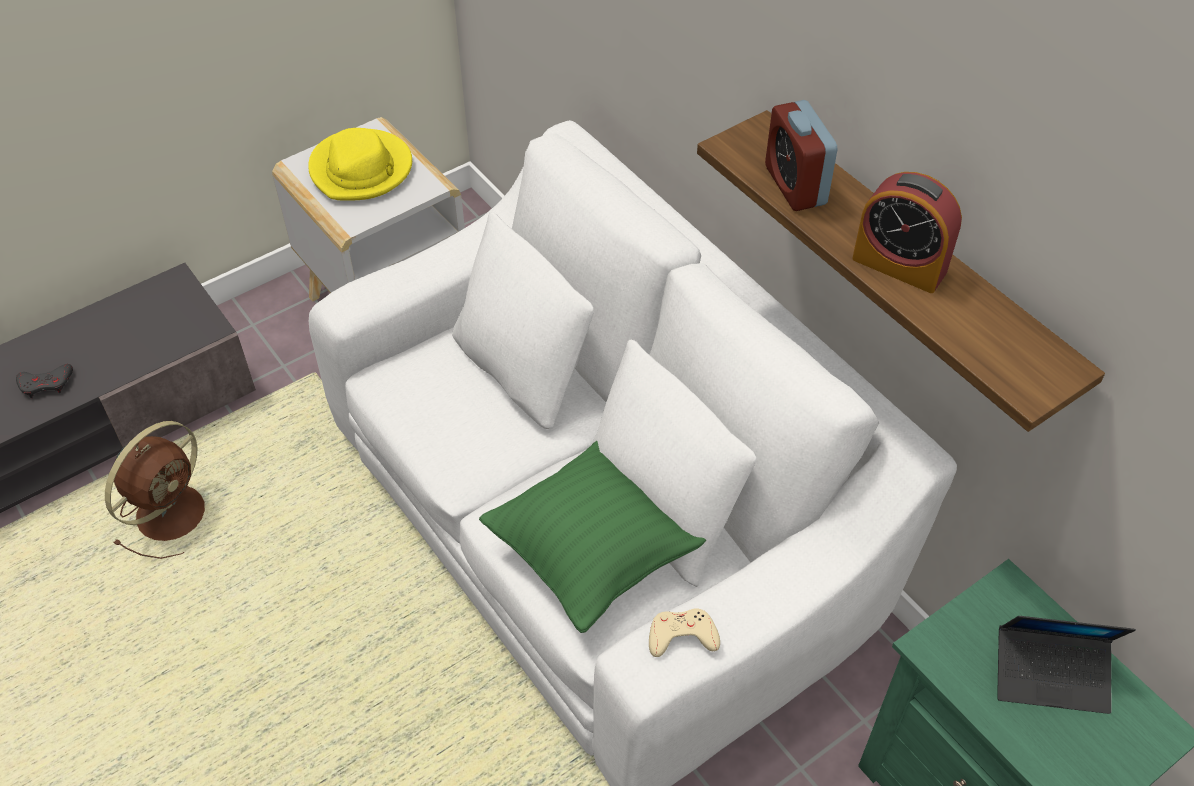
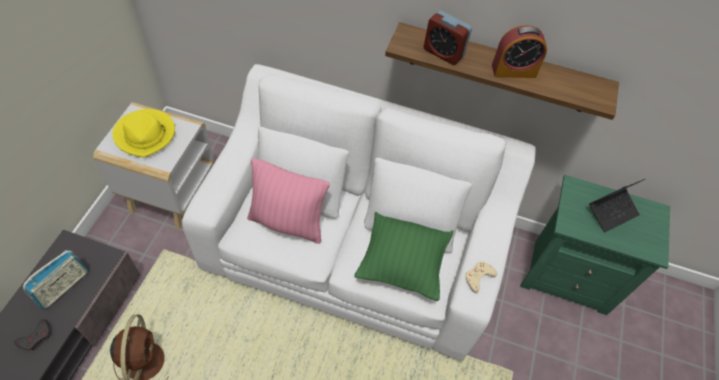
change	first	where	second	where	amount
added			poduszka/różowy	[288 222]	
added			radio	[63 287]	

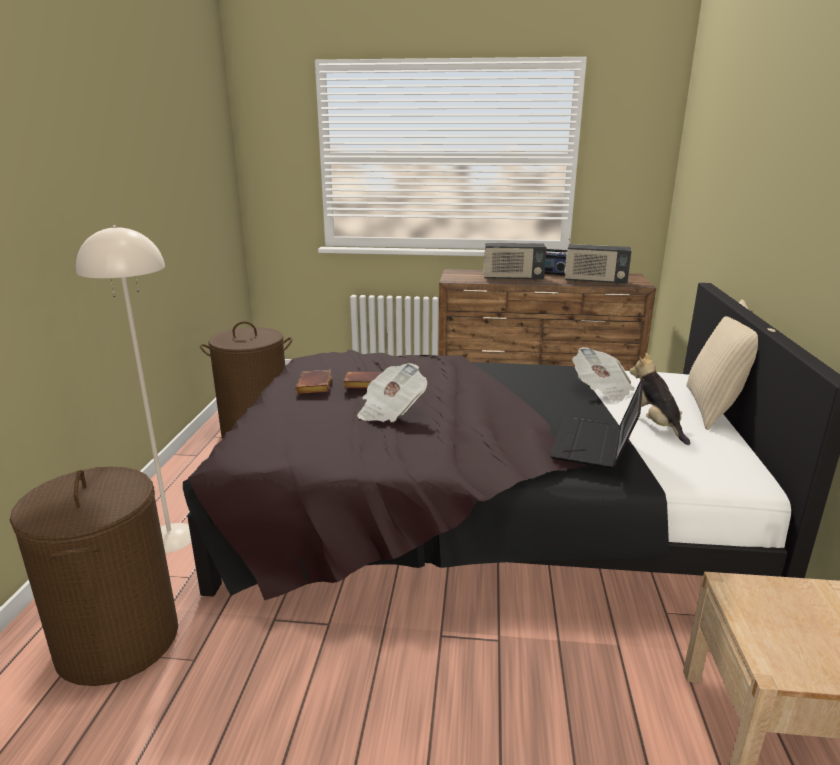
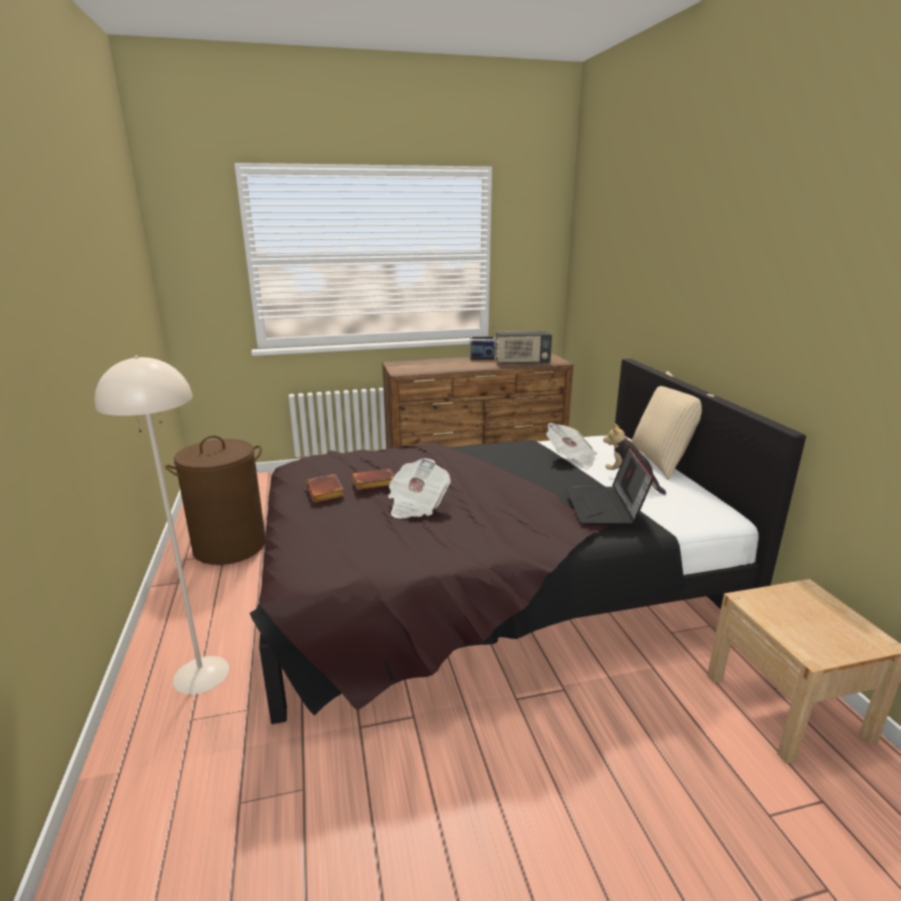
change	first	where	second	where	amount
removed	radio	[513 278]			
removed	kosz na pranie/brązowy	[117 641]			

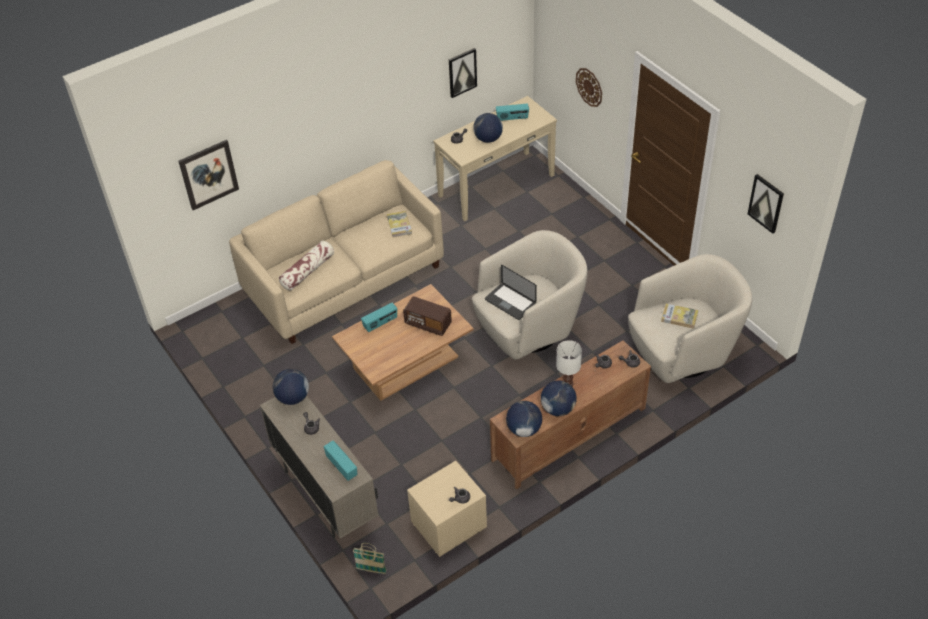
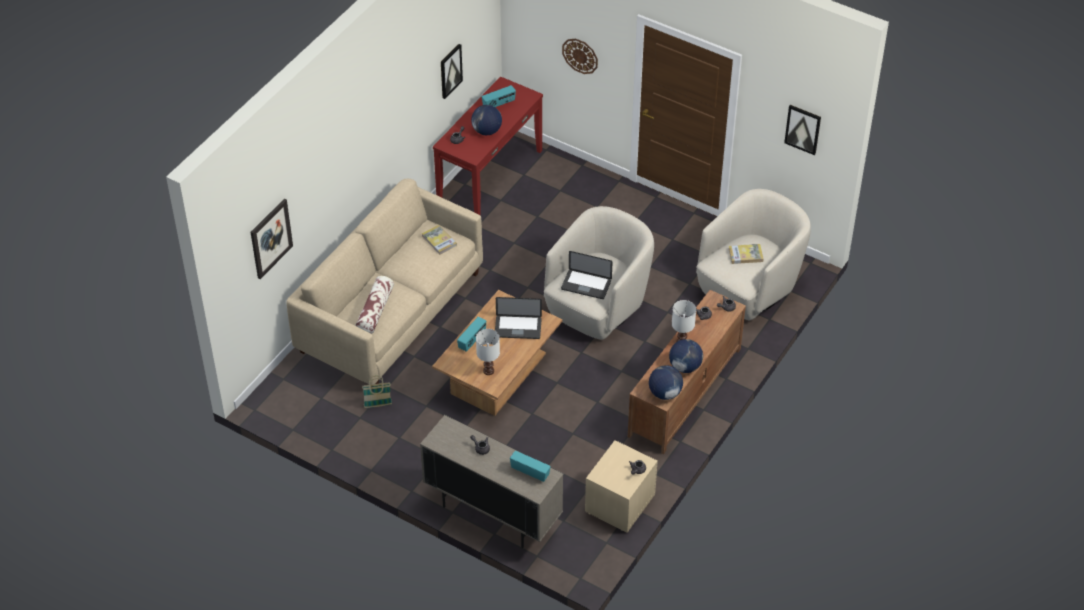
change	first	where	second	where	amount
recoloured	stolik konsolowy/beżowy	[496 185]	stolik konsolowy/czerwony	[489 176]	
replaced	radio	[428 324]	laptop	[518 328]	
removed	globus	[293 398]			
moved	koszyk	[371 570]		[378 405]	
added			lampa stołowa/biały	[488 371]	

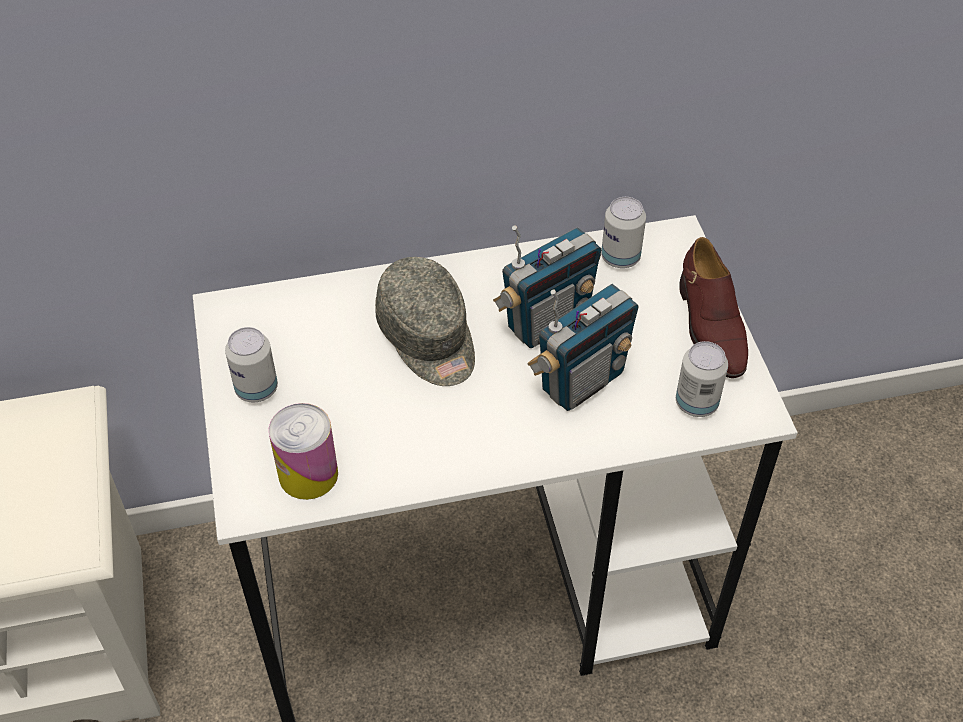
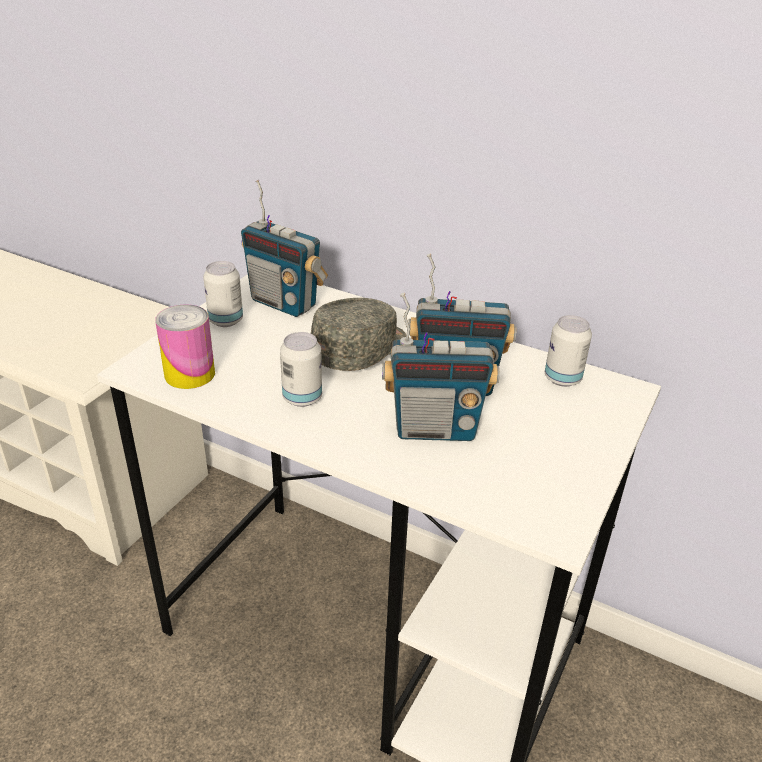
change	first	where	second	where	amount
removed	but/brązowy	[710 326]			
turned	czapka z daszkiem/szary	[428 339]		[361 351]	150 degrees counterclockwise
moved	puszka	[696 403]		[302 398]	
added			radio	[284 303]	

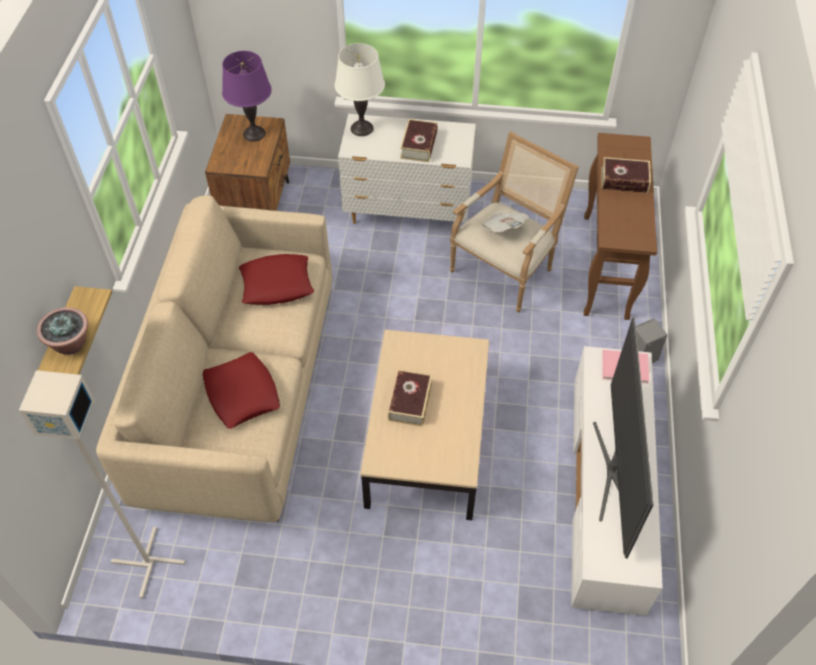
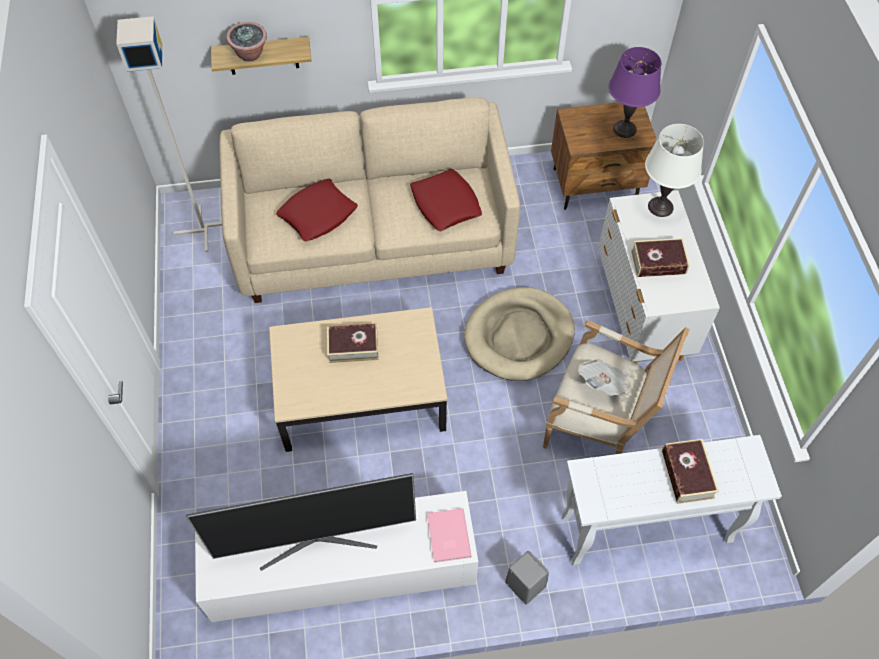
change	first	where	second	where	amount
recoloured	stolik konsolowy/brązowy	[606 267]	stolik konsolowy/biały	[645 529]	
added			legowisko/beżowy	[519 336]	

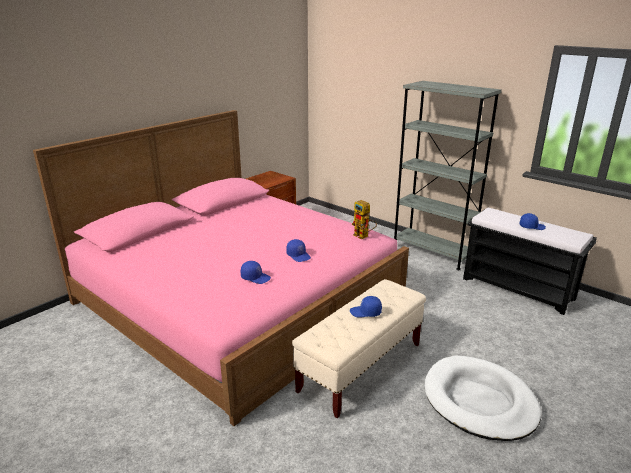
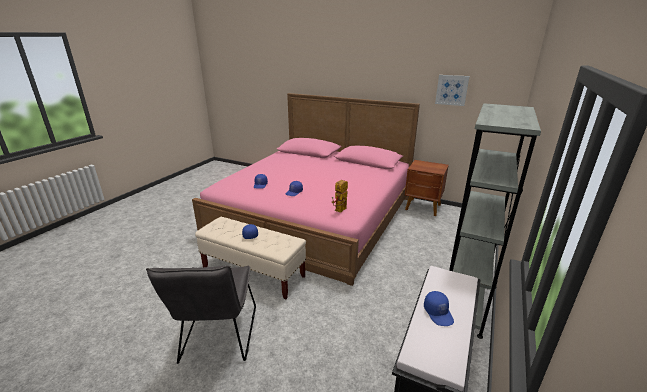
change	first	where	second	where	amount
replaced	legowisko/biały	[479 401]	krzesło/szary	[218 338]	
added			obraz	[451 90]	

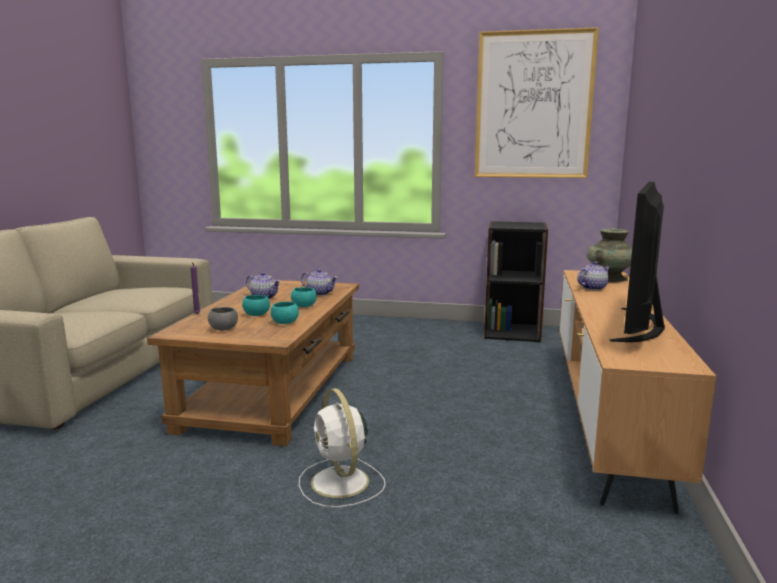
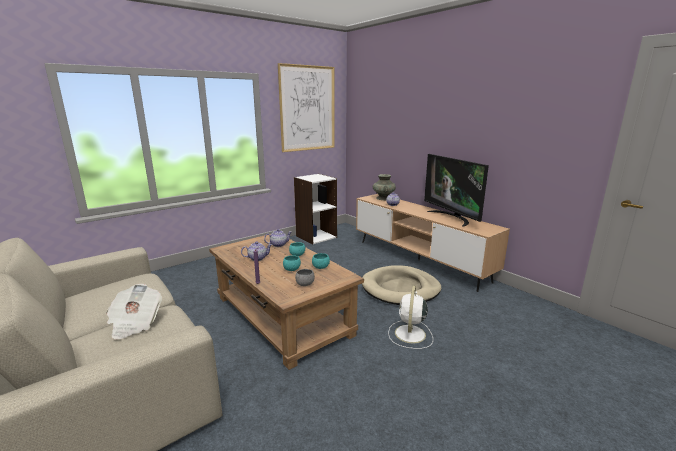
change	first	where	second	where	amount
recoloured	regał/czarny	[512 332]	regał/biały	[316 236]	
turned	wentylator/biały	[341 483]		[410 335]	90 degrees clockwise
added			legowisko/beżowy	[400 288]	
added			gazeta	[135 323]	

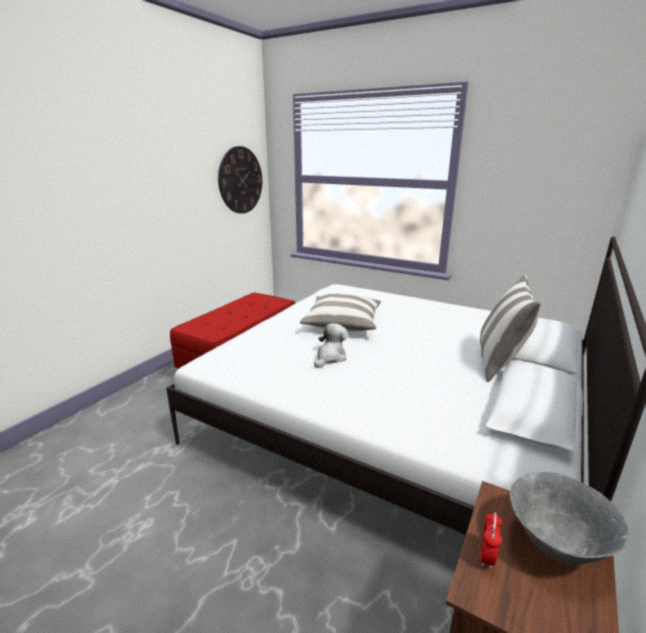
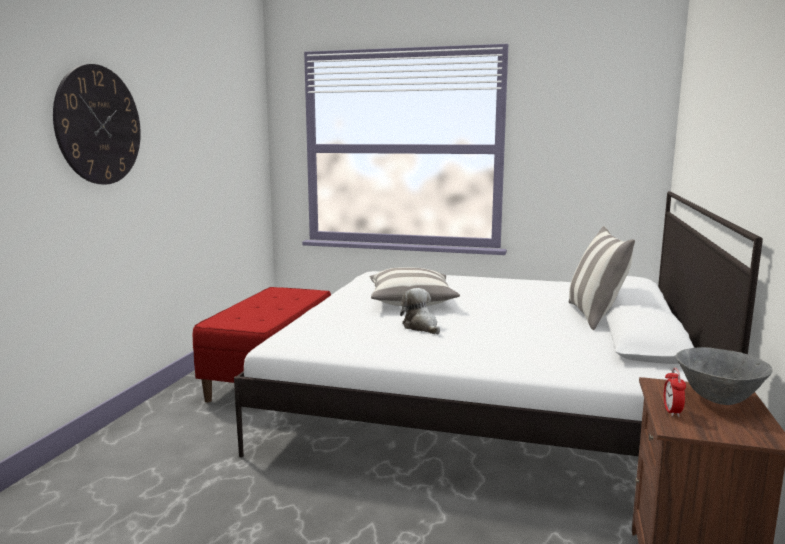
change	first	where	second	where	amount
moved	zegar ścienny	[240 180]		[99 125]	
turned	pluszak	[330 357]		[421 327]	45 degrees counterclockwise

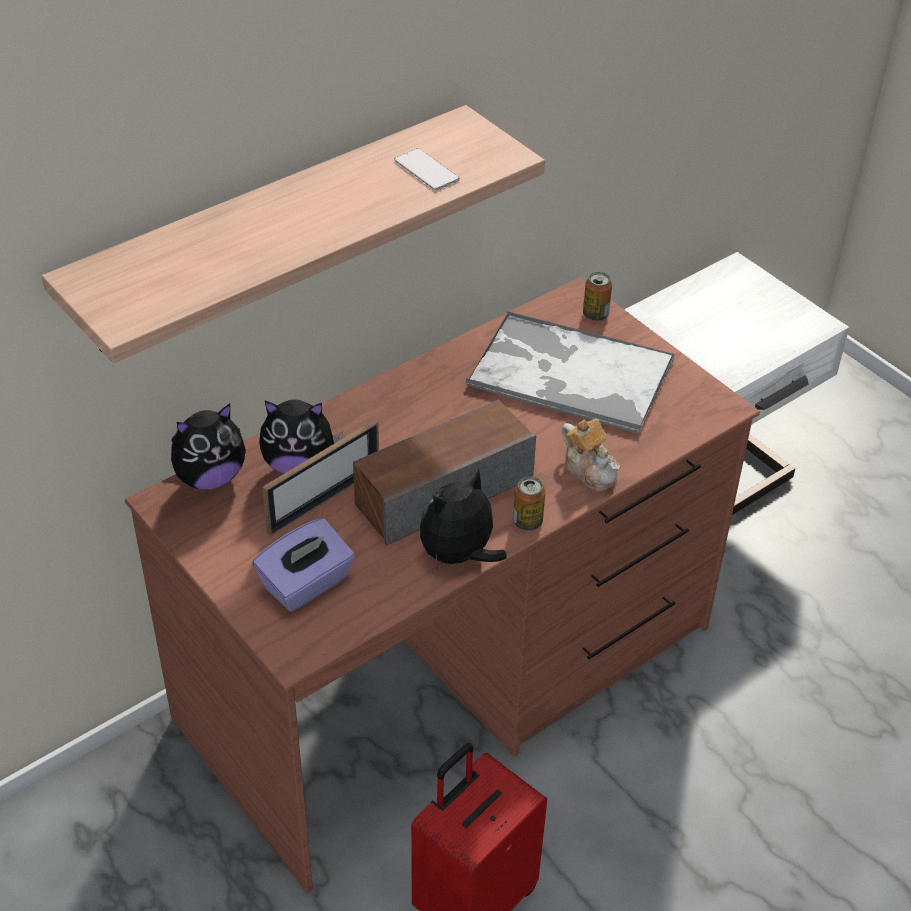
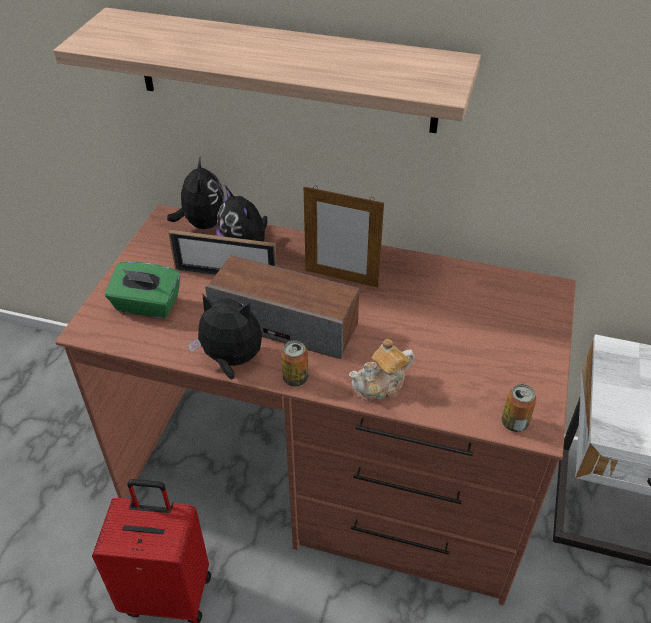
change	first	where	second	where	amount
removed	telefon	[426 170]			
moved	puszka	[595 314]		[514 423]	
removed	taca	[568 373]			
turned	pluszak	[210 477]		[202 223]	120 degrees counterclockwise
turned	imbryk	[590 470]		[381 385]	45 degrees clockwise
recoloured	pudełko chusteczek/fioletowy	[306 584]	pudełko chusteczek/zielony	[147 305]	
added			ramka na zdjęcie	[341 278]	

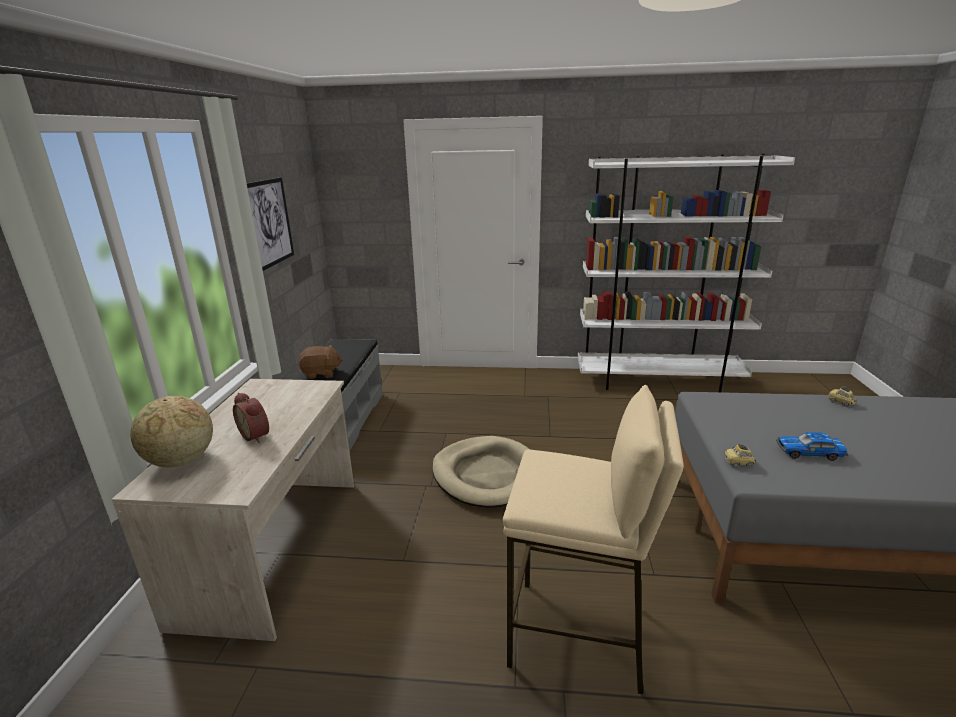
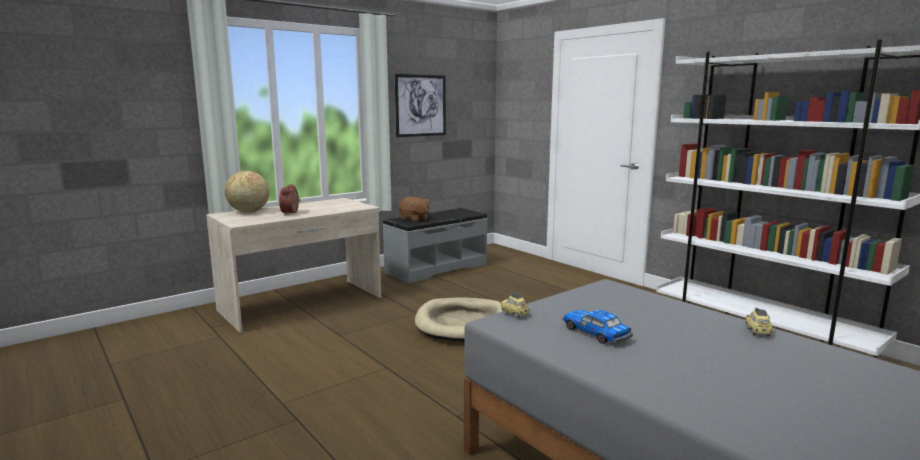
change	first	where	second	where	amount
removed	stołek/beżowy	[578 635]			

